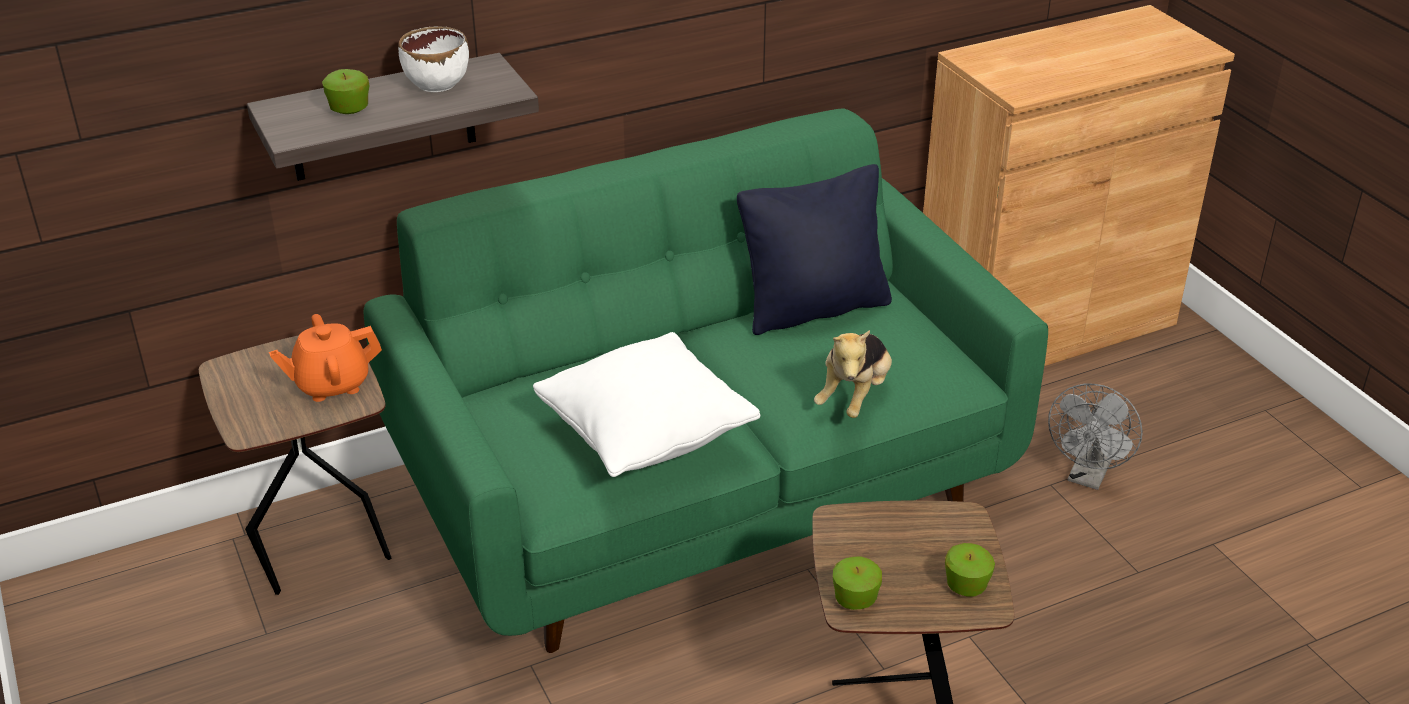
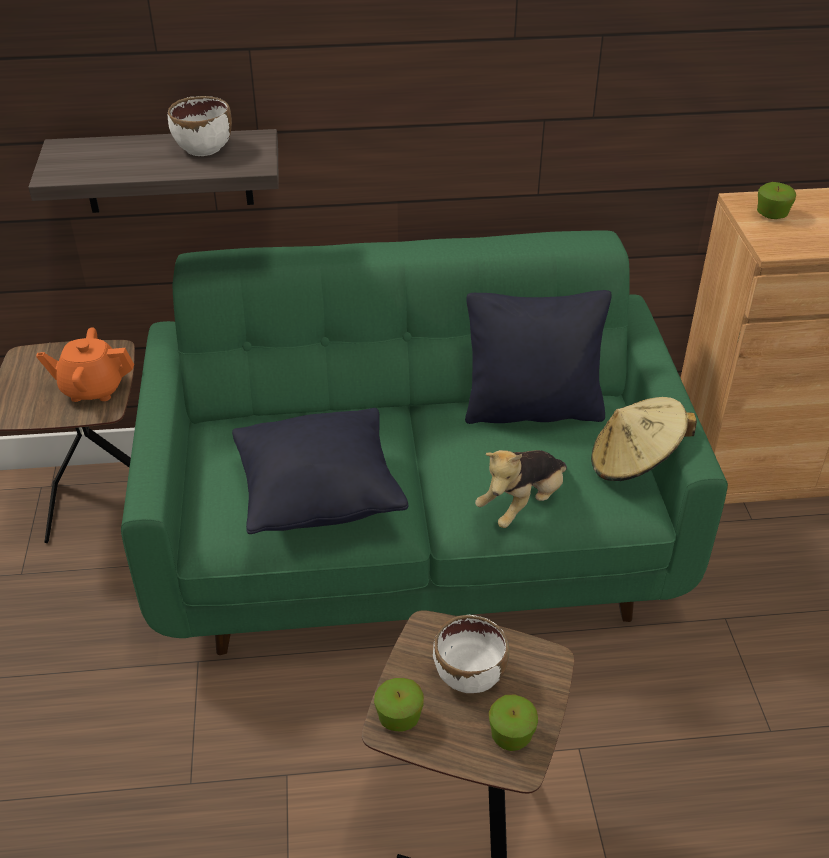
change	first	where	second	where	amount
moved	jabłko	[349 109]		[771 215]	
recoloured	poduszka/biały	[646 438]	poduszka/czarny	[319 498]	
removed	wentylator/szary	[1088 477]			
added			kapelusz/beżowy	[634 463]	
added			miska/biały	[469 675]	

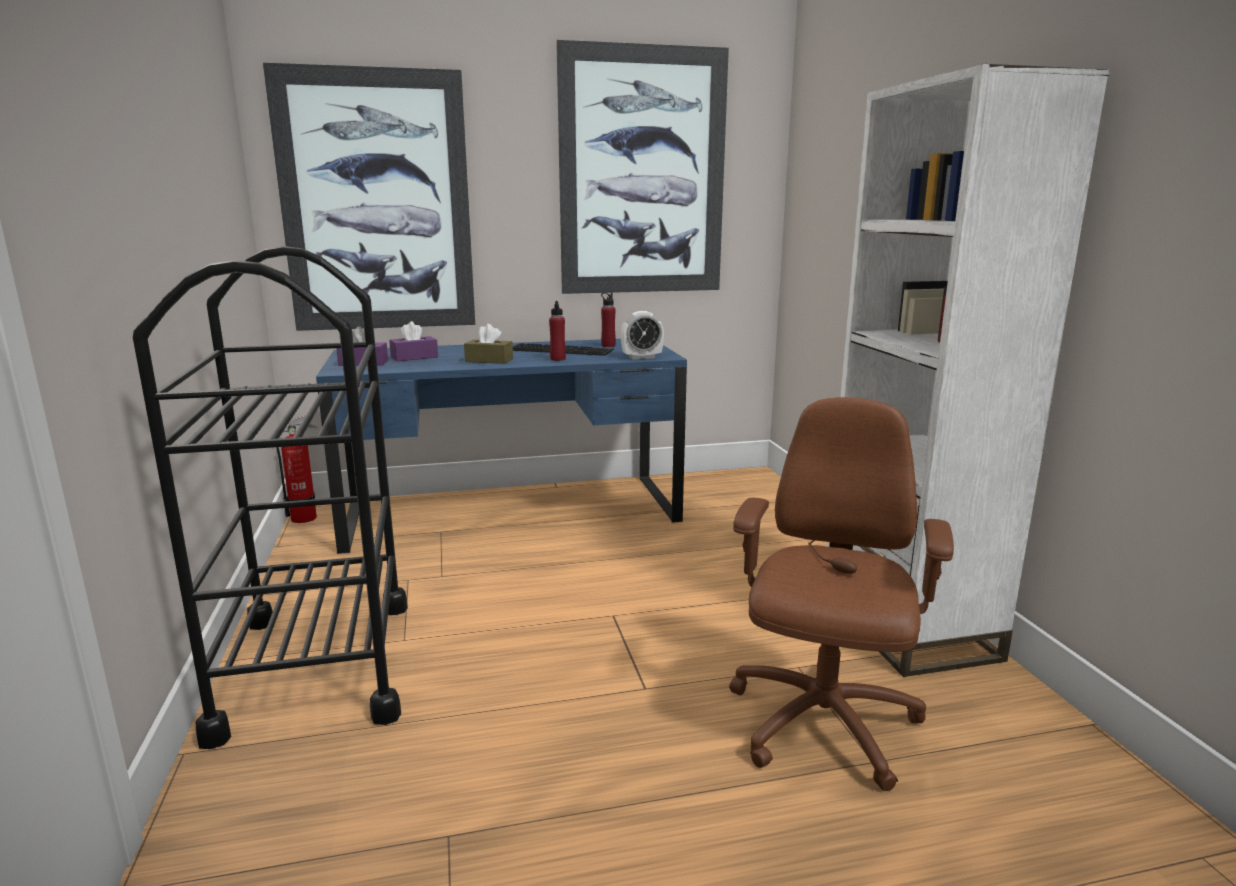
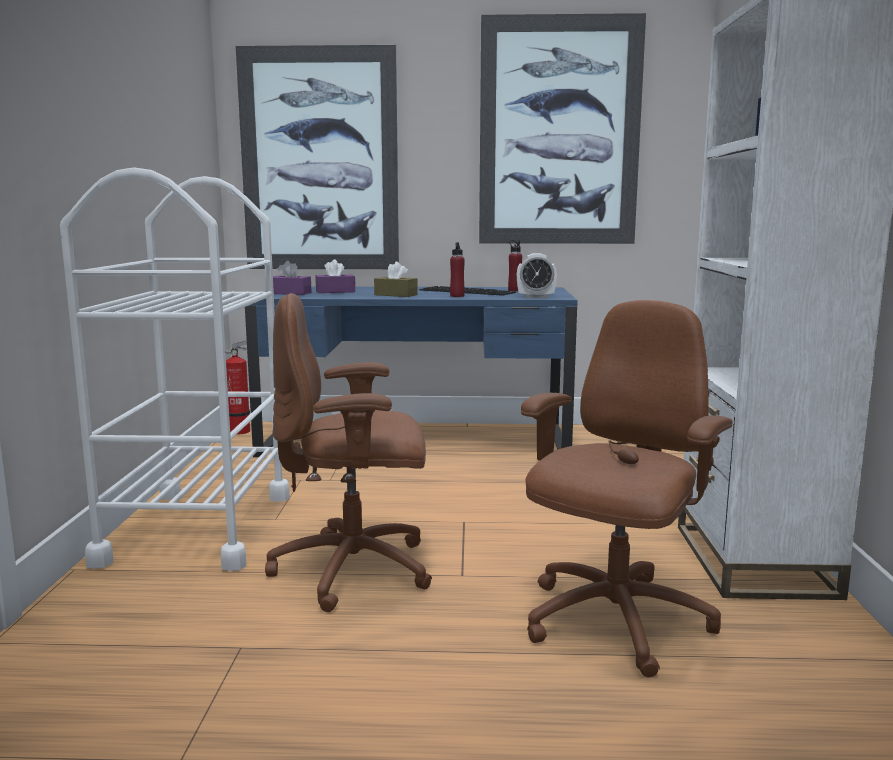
change	first	where	second	where	amount
recoloured	wózek/czarny	[317 666]	wózek/biały	[198 528]	
added			krzesło biurowe/brązowy	[356 570]	

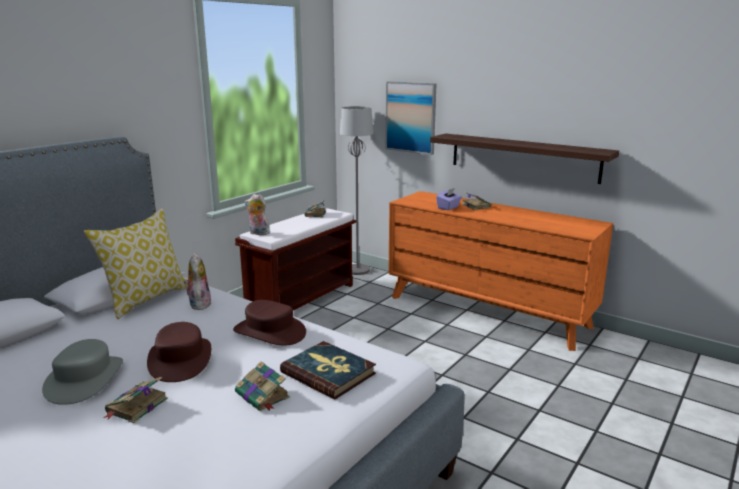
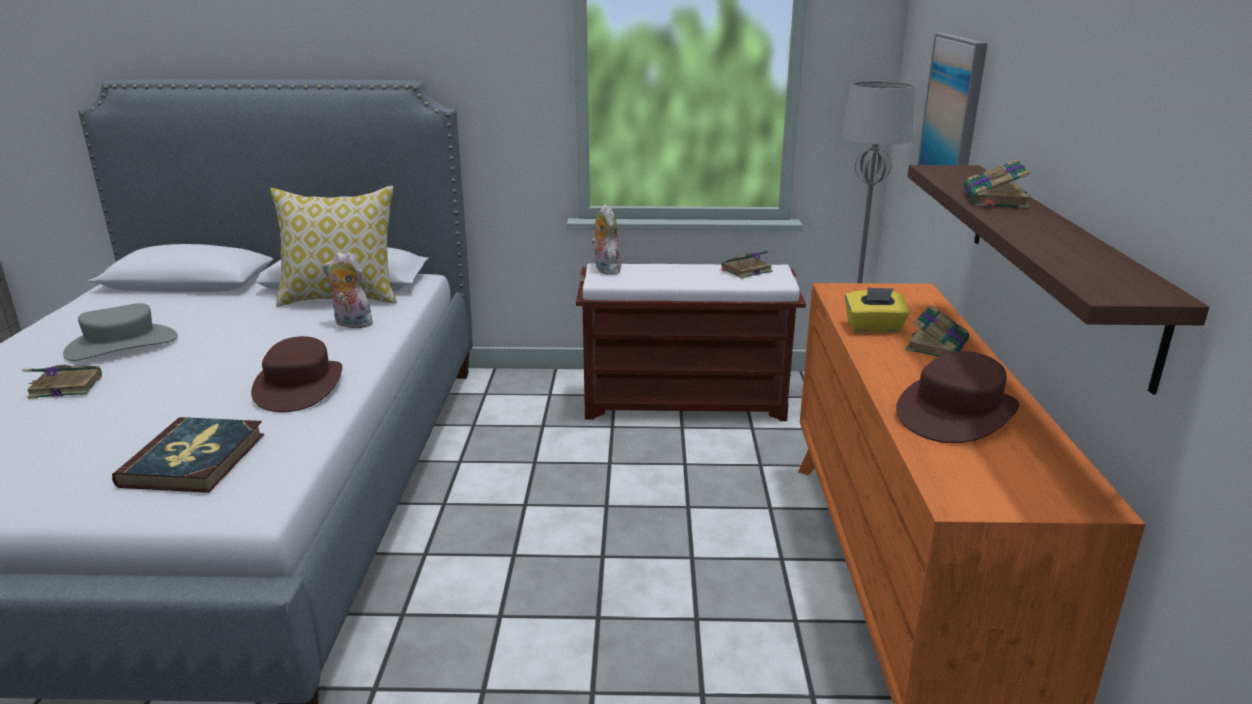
change	first	where	second	where	amount
recoloured	pudełko chusteczek/fioletowy	[448 207]	pudełko chusteczek/żółty	[874 328]	
turned	pluszak	[198 304]		[351 324]	120 degrees counterclockwise
moved	kapelusz/brązowy	[180 359]		[957 412]	
moved	książka	[263 396]		[995 199]	

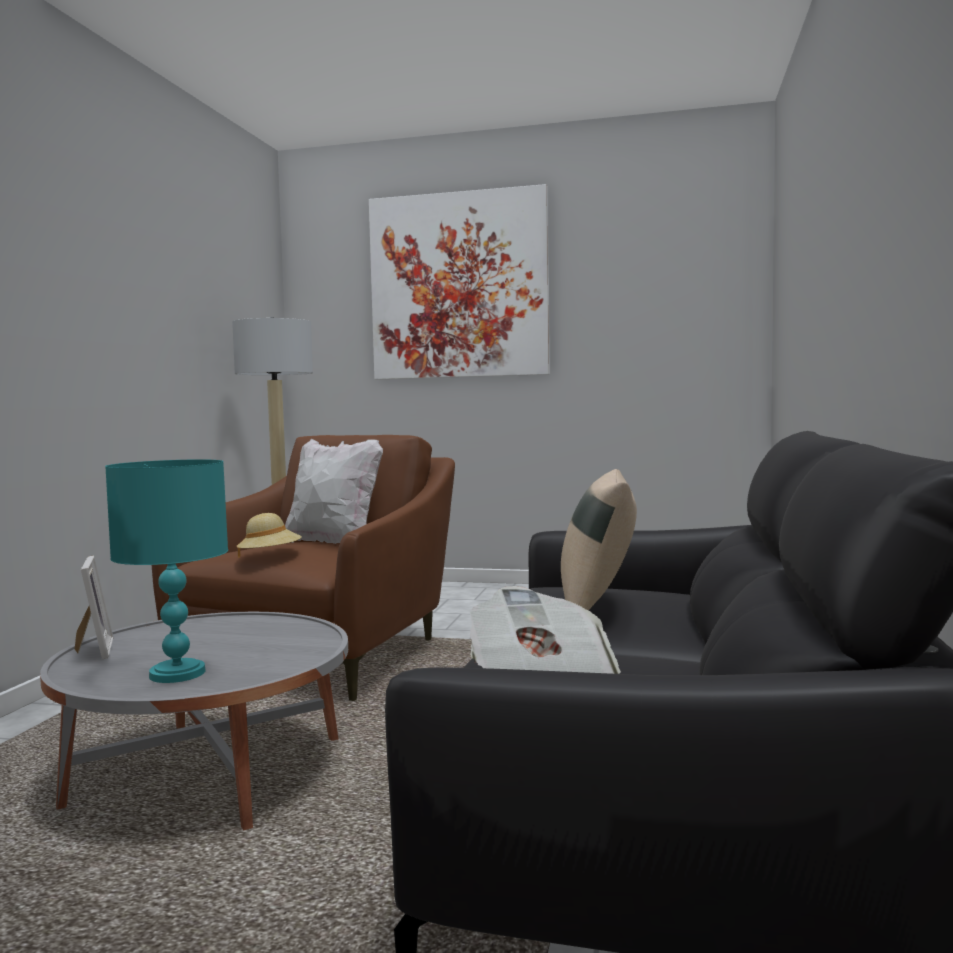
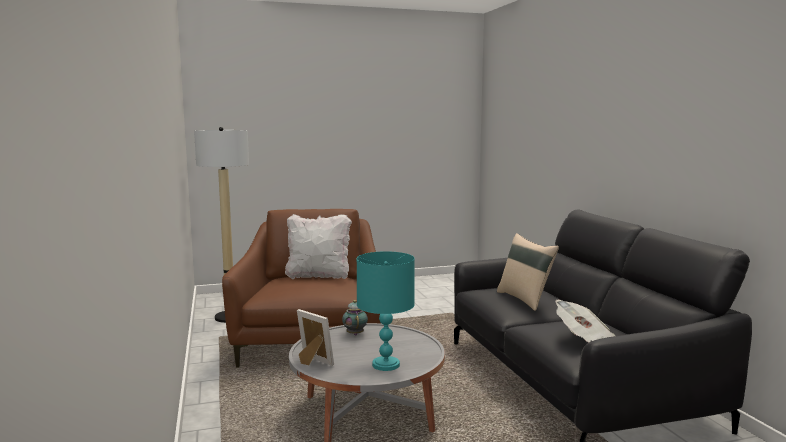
change	first	where	second	where	amount
removed	obraz	[459 286]			
removed	kapelusz/beżowy	[270 557]			
added			imbryk	[355 333]	

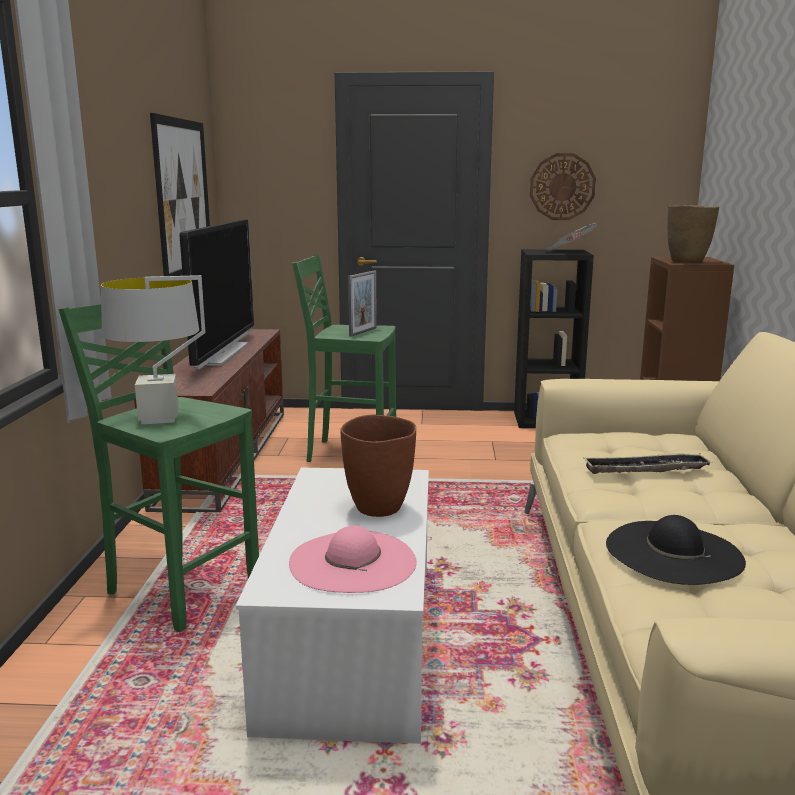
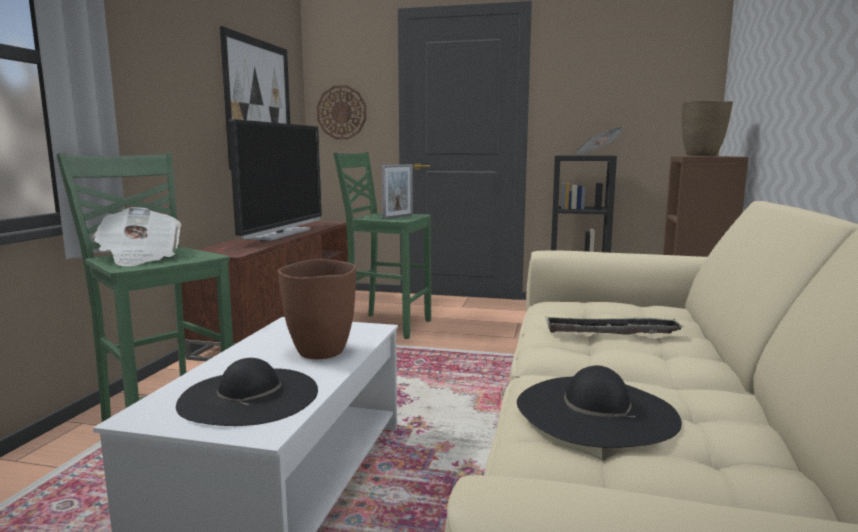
change	first	where	second	where	amount
moved	zegar ścienny	[562 187]		[341 112]	
replaced	lampa stołowa/szary	[160 418]	gazeta	[140 258]	
recoloured	kapelusz/różowy	[352 561]	kapelusz/czarny	[249 396]	

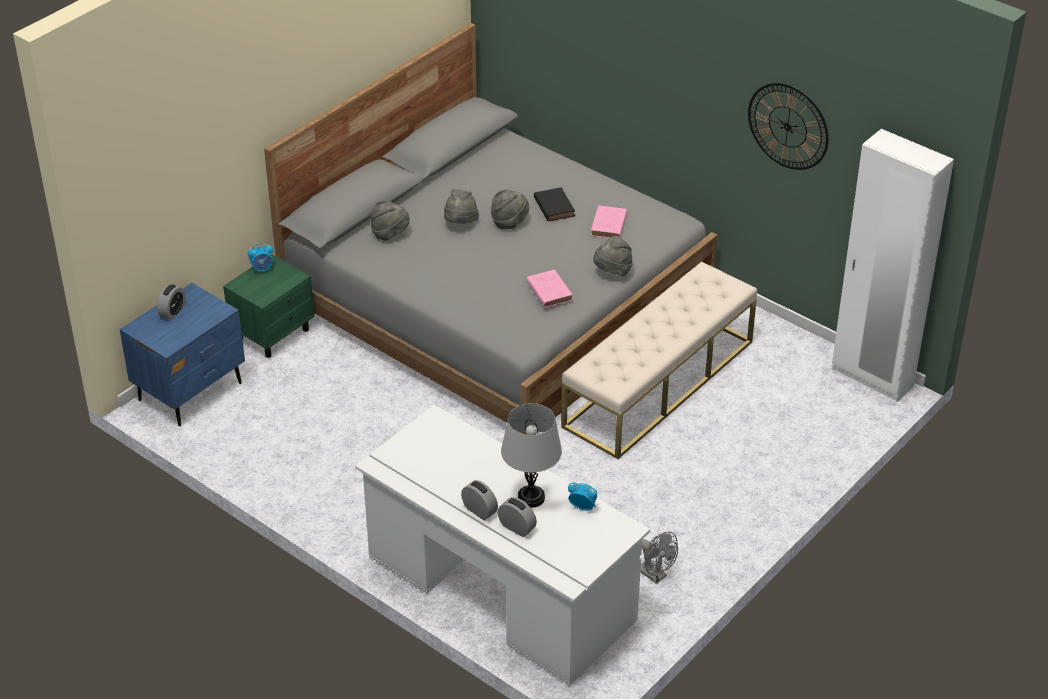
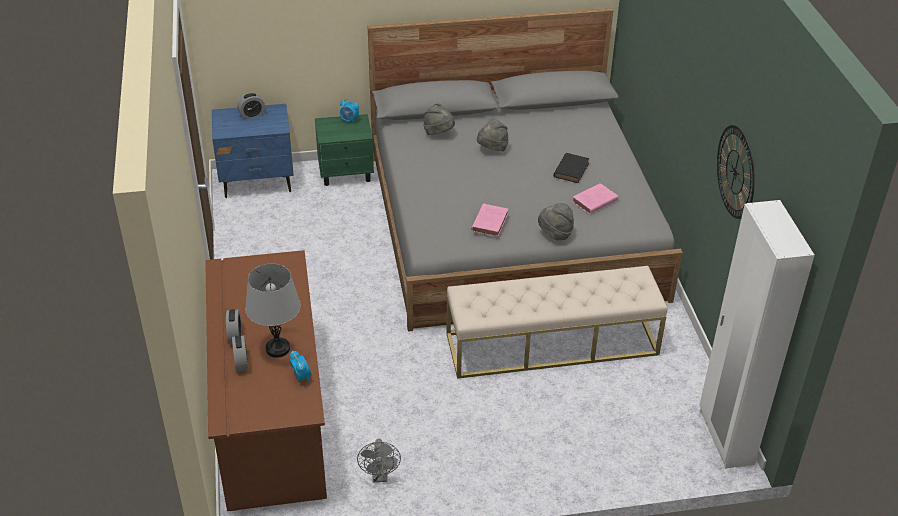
change	first	where	second	where	amount
removed	kapelusz/szary	[509 222]			
recoloured	biurko/biały	[500 590]	biurko/brązowy	[270 416]	

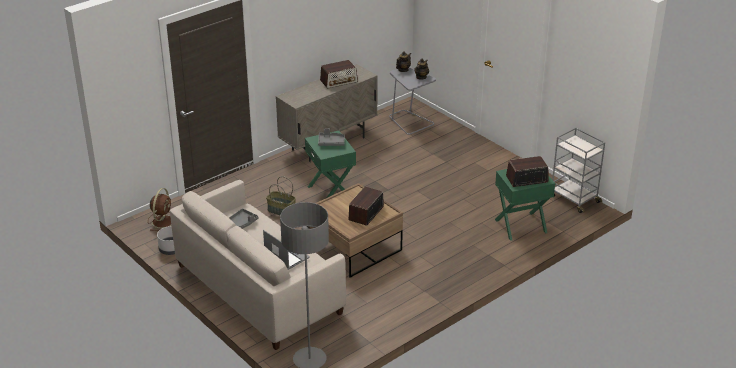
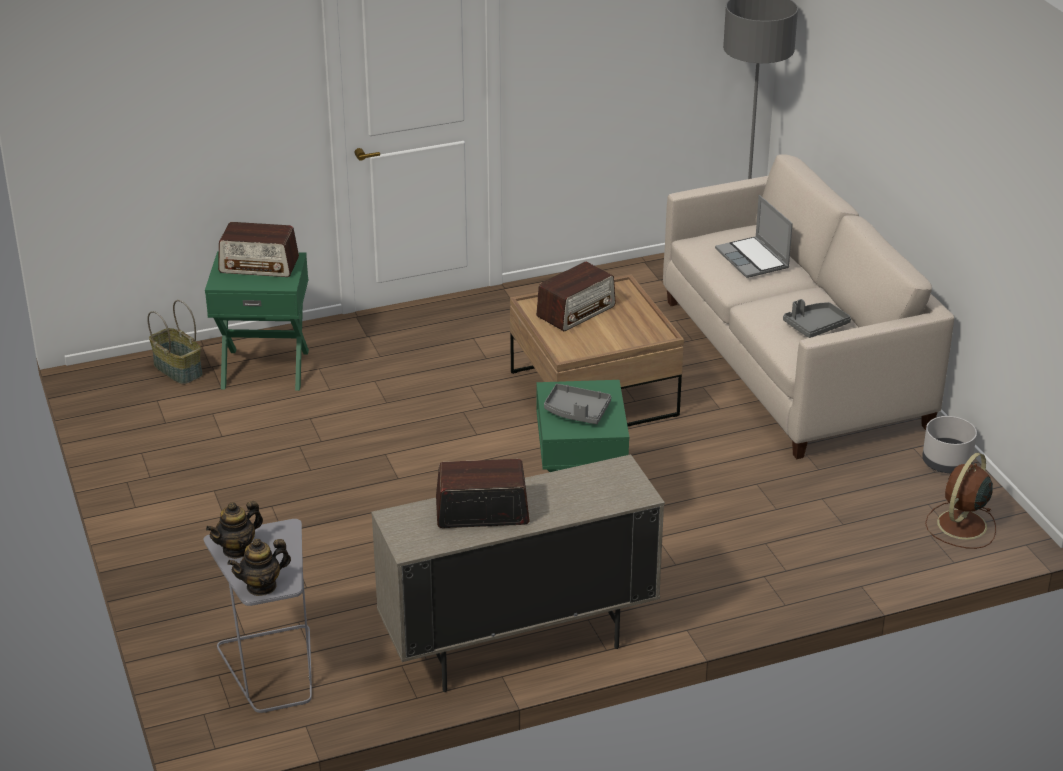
change	first	where	second	where	amount
removed	wózek/szary	[574 199]			
moved	koszyk	[281 211]		[179 370]	

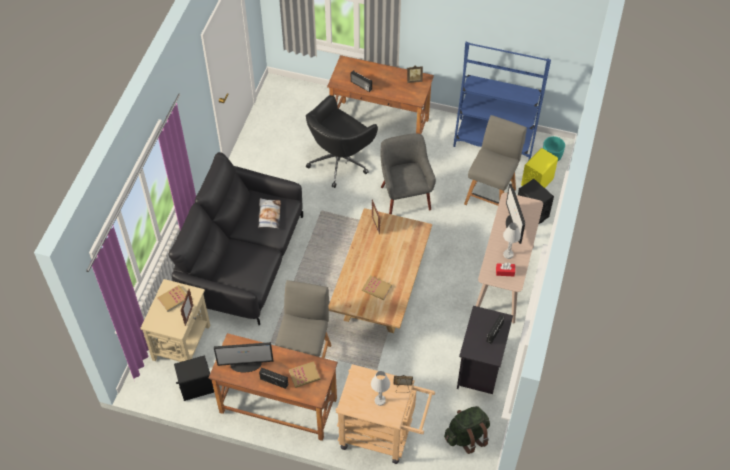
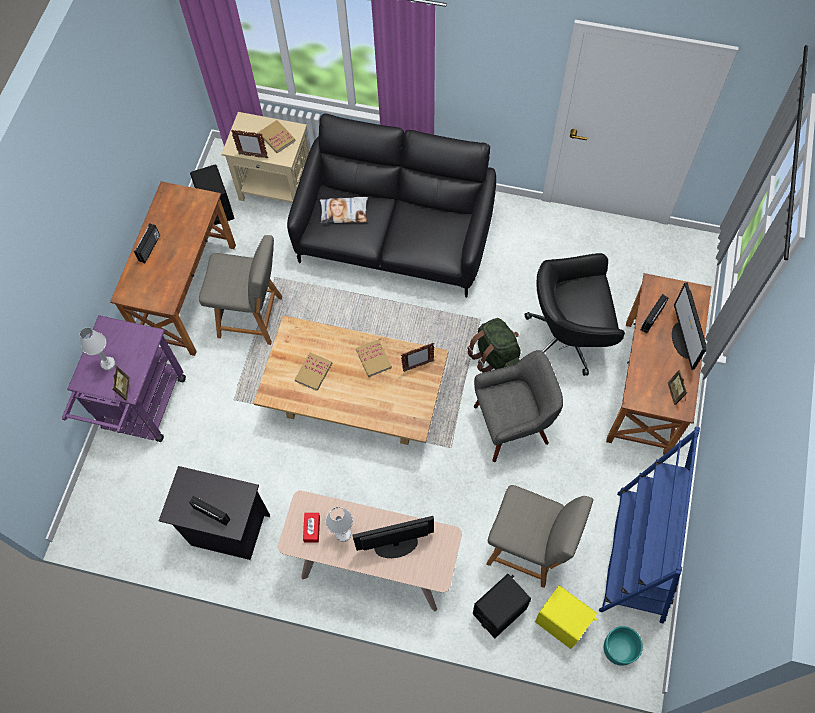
change	first	where	second	where	amount
turned	krzesło biurowe/czarny	[340 161]		[568 337]	45 degrees counterclockwise
moved	poduszka	[269 215]		[344 212]	
moved	monitor	[246 364]		[684 341]	
moved	książka	[304 375]		[373 359]	
recoloured	wózek/beżowy	[382 435]	wózek/fioletowy	[141 410]	
moved	plecak/zielony	[466 436]		[495 356]	

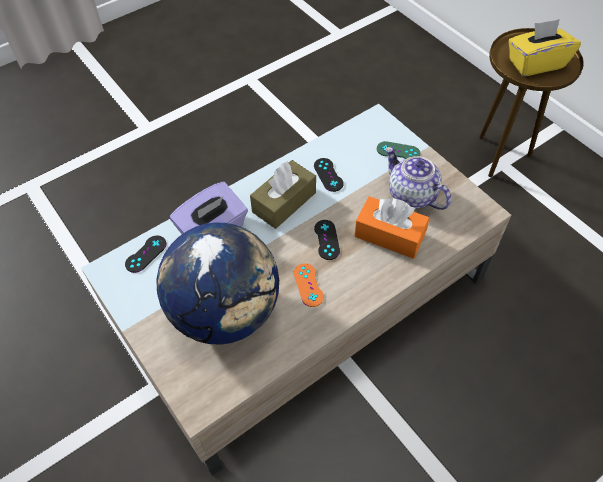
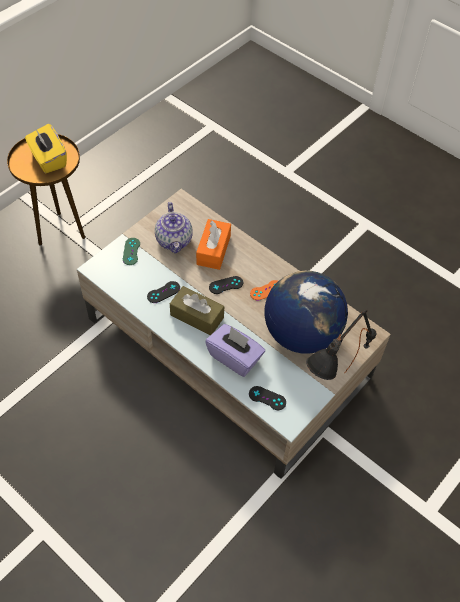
change	first	where	second	where	amount
turned	imbryk	[411 195]		[174 240]	45 degrees counterclockwise
added			lampa stołowa/czarny	[331 398]	

